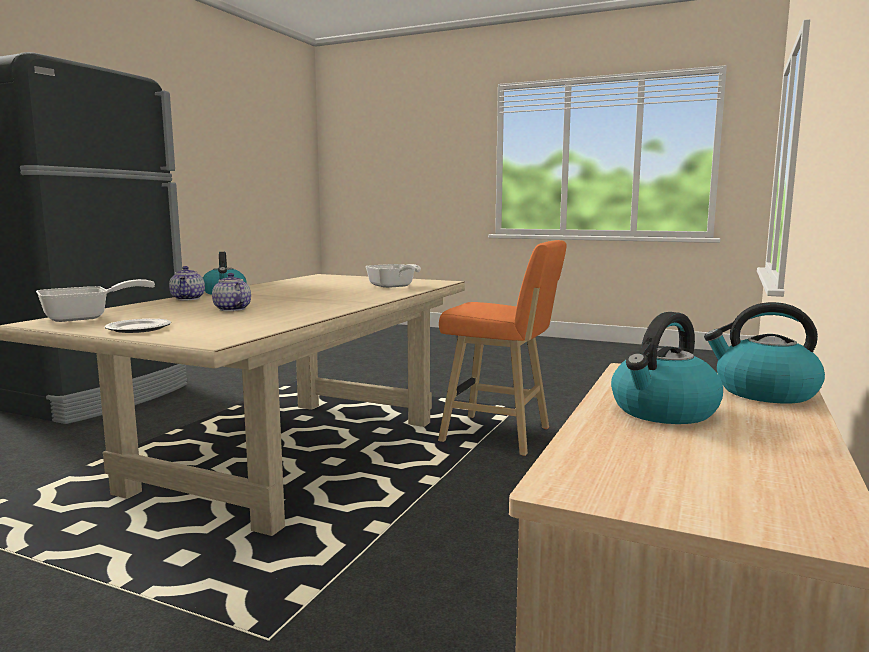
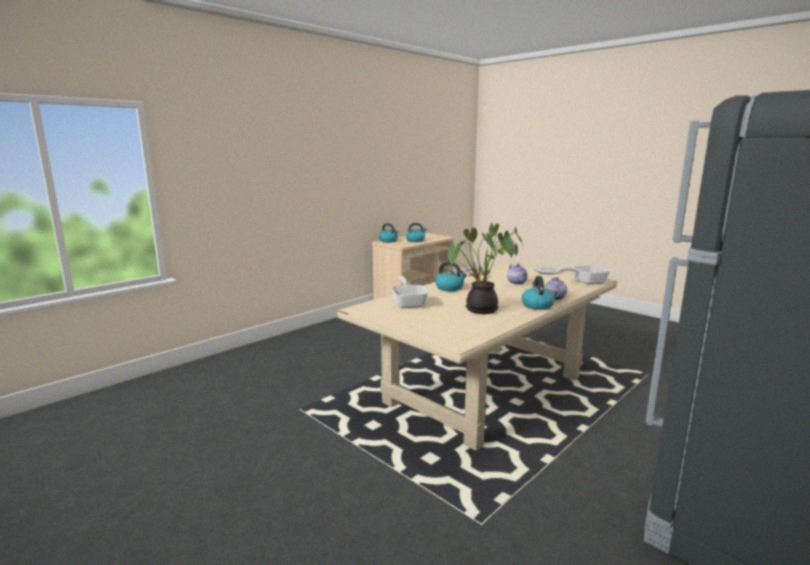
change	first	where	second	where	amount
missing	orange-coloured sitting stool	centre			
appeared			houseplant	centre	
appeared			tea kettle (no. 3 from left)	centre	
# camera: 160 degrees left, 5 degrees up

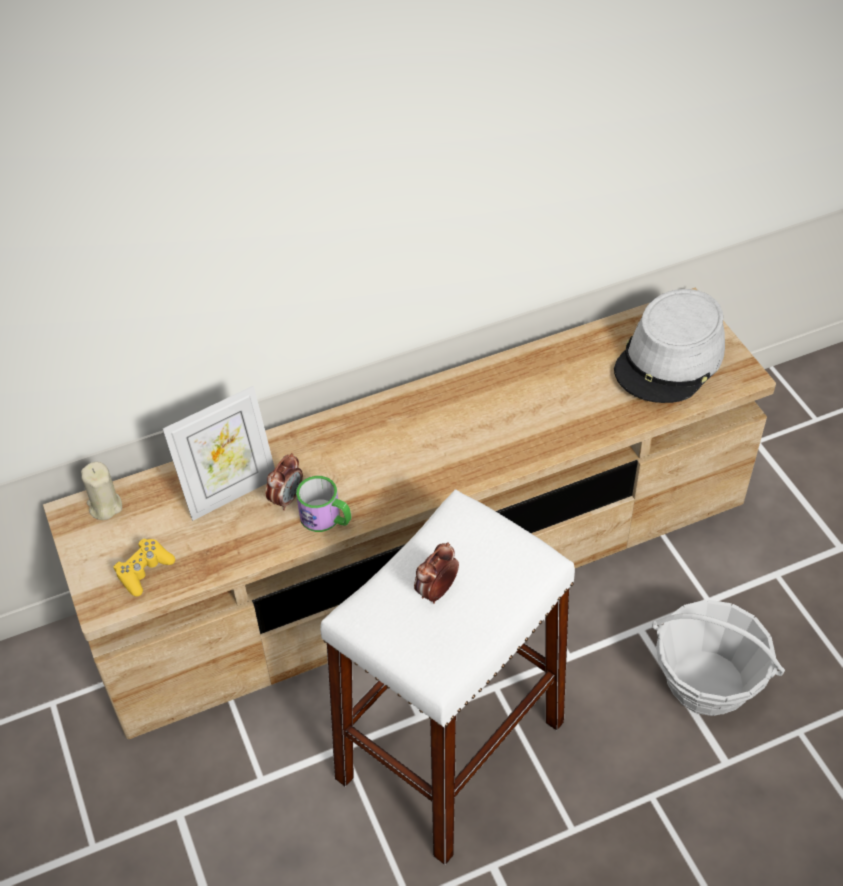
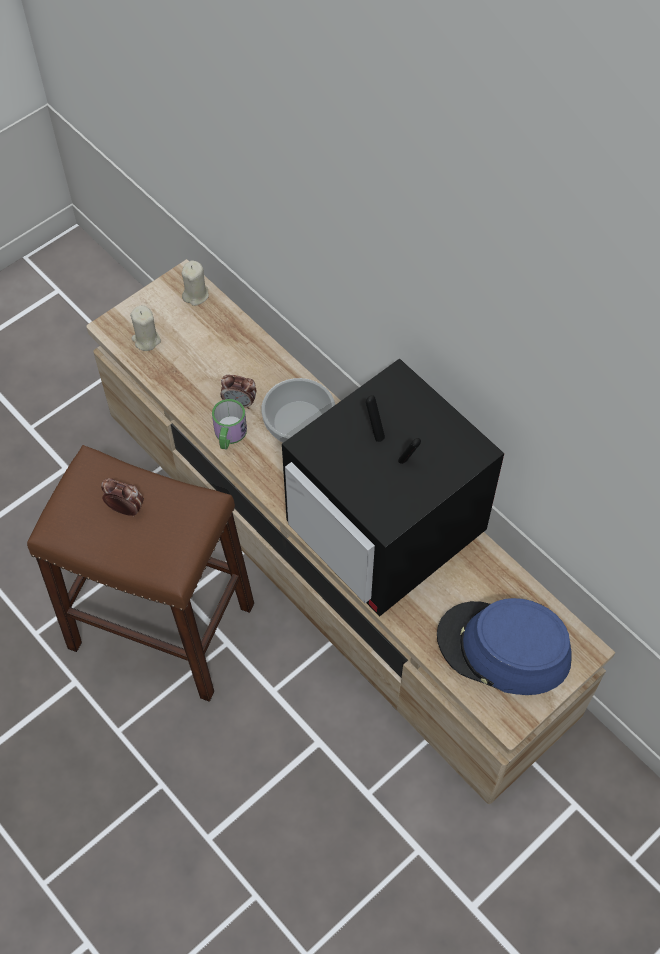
change	first	where	second	where	amount
colour	greyish hat	middle right	blue-coloured hat	bottom right	
missing	standing frame	middle left			
colour	whitish sitting stool	bottom centre	brownish sitting stool	middle left	
exchanged	yellow-coloured joypad	middle left	beige-coloured candle (no. 1 from left)	middle left	
missing	storage basket	bottom right			
appeared			TV set	centre	
appeared			deep dish	centre	
# camera: 70 degrees right, 10 degrees up

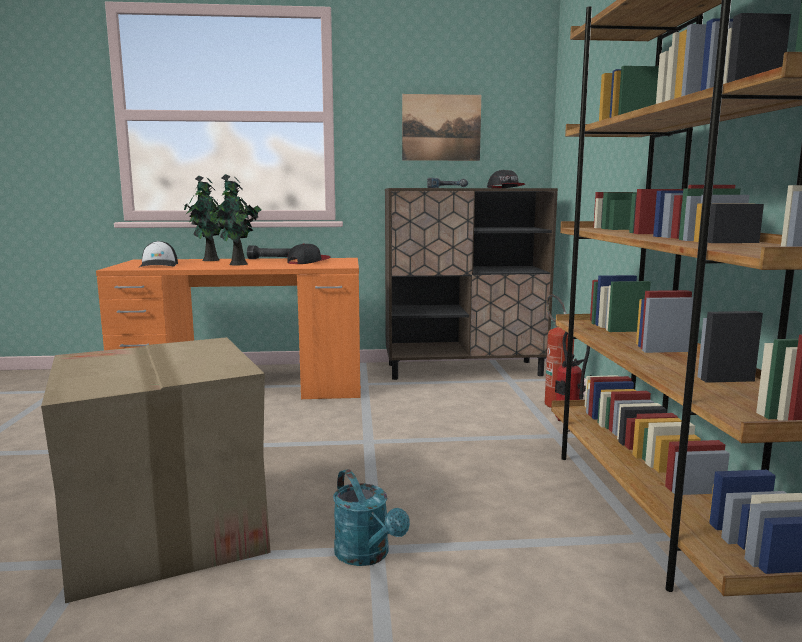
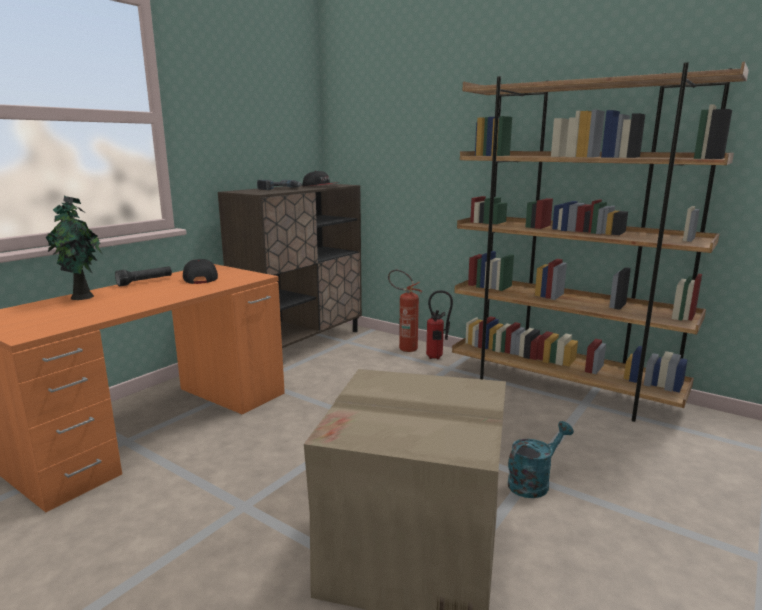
change	first	where	second	where	amount
missing	wall picture	top centre			
missing	houseplant (no. 2 from left)	middle left			
missing	baseball cap (no. 1 from left)	middle left			
spun	blue-green watering pot	bottom centre		bottom right	45 degrees counterclockwise
# camera: 50 degrees left, 5 degrees up

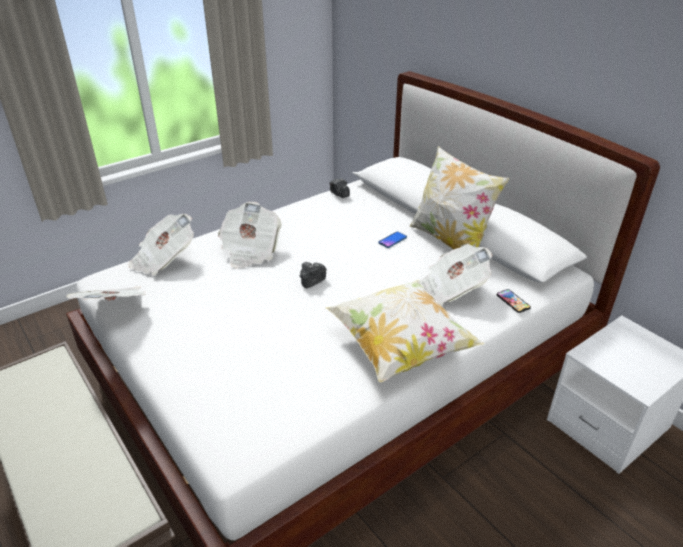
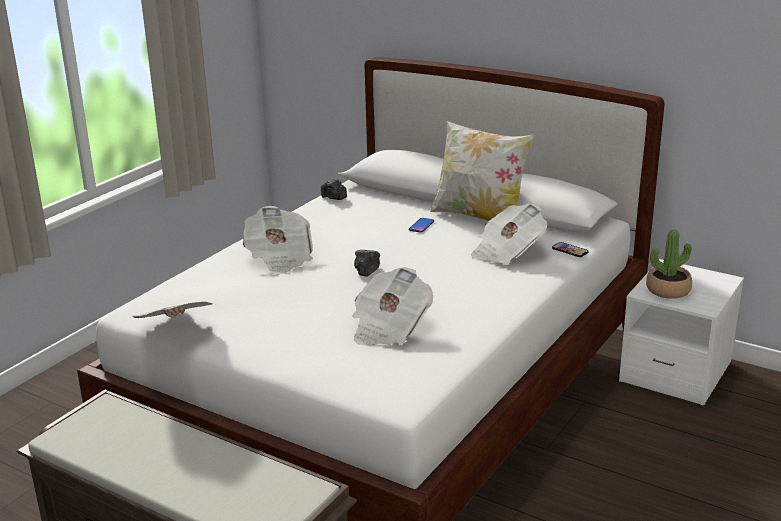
change	first	where	second	where	amount
relocated	printed paper (no. 2 from left in the first image)	middle left	printed paper (no. 3 from left)	centre	
missing	pillow (no. 1 from left)	centre			
appeared			houseplant	middle right	
# camera: 20 degrees left, 10 degrees down

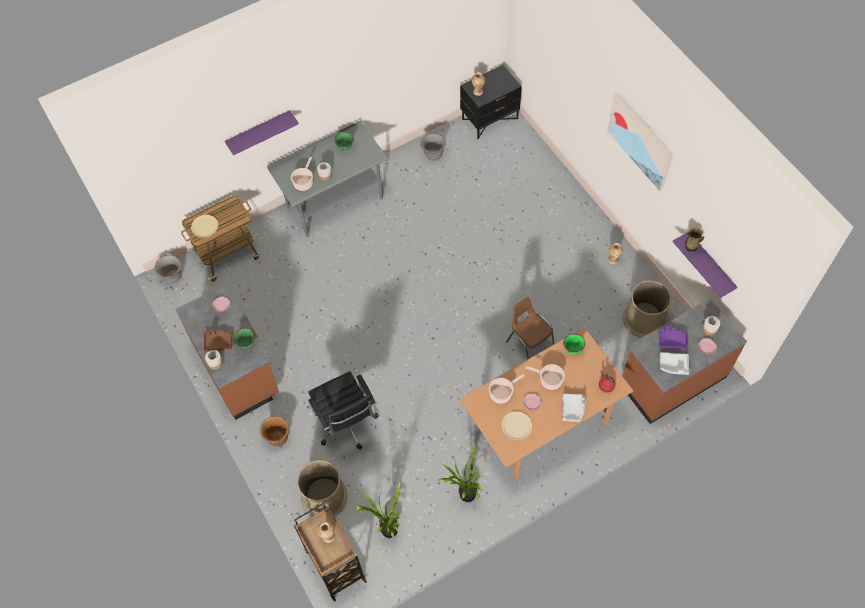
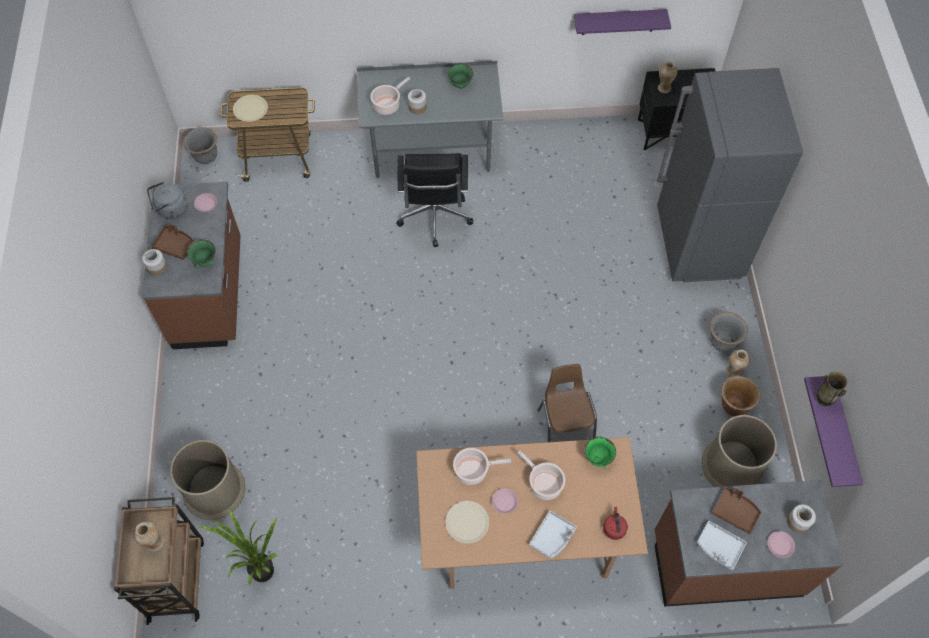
change	first	where	second	where	amount
missing	wall picture	top right			
relocated	purple shelf (no. 1 from left)	top left		top right	
relocated	greyish flower pot (no. 2 from left)	top centre		middle right	
colour	purple serving tray	middle right	brownish serving tray (no. 2 from left)	bottom right	
relocated	black office chair	bottom centre		top centre	
relocated	brownish flower pot	bottom left		middle right	
missing	houseplant (no. 2 from left)	bottom centre			
appeared			greyish fridge	top right	
appeared			greyish tea kettle	top left	
# camera: 25 degrees right, 0 degrees up

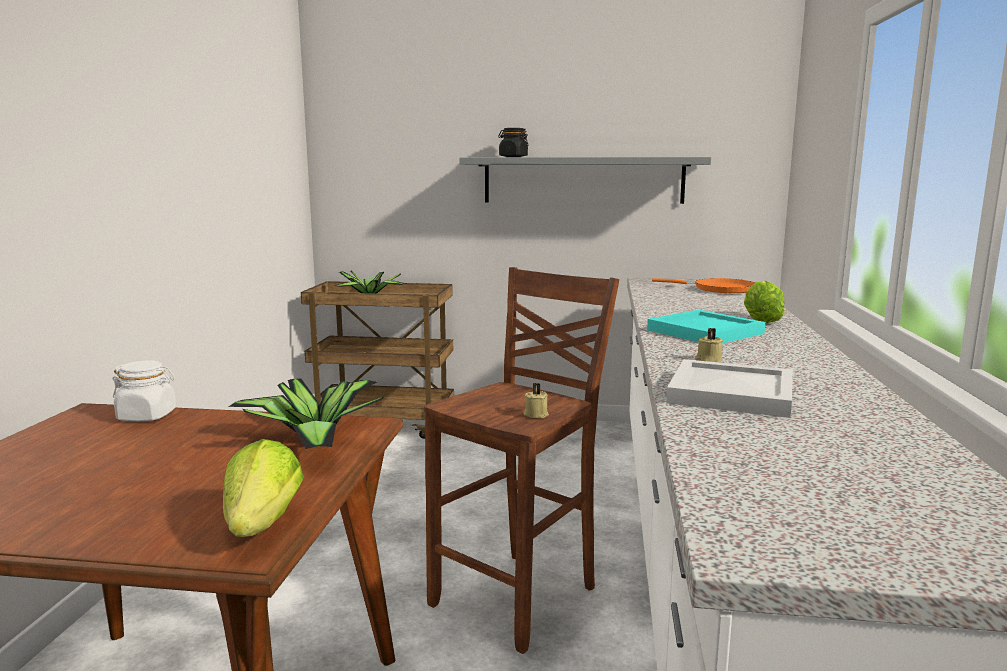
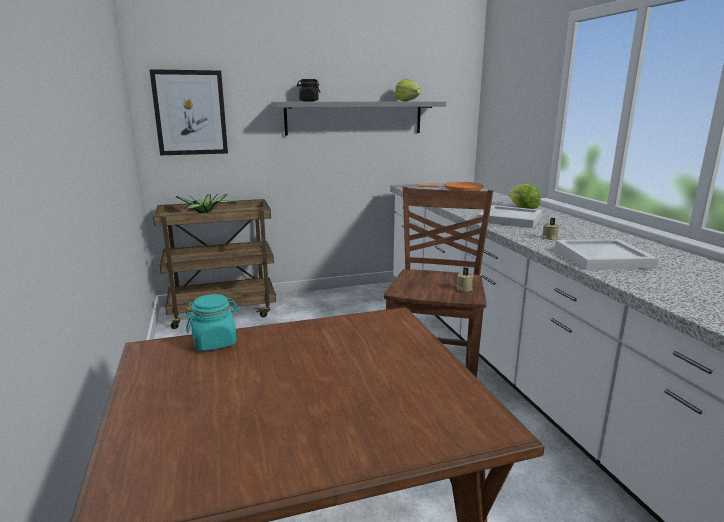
change	first	where	second	where	amount
colour	blue-green serving tray	middle right	whitish serving tray (no. 1 from left)	middle right	
colour	whitish storage jar	middle left	blue-green storage jar	middle left	
missing	houseplant (no. 1 from left)	middle left			
relocated	lettuce head (no. 1 from left)	bottom left		top centre	
appeared			wall picture	top left	
# camera: 25 degrees left, 5 degrees up

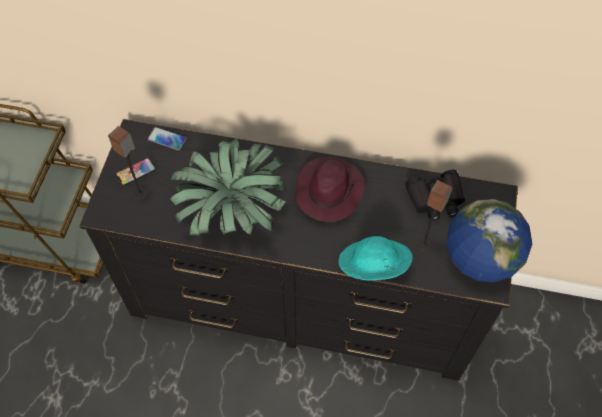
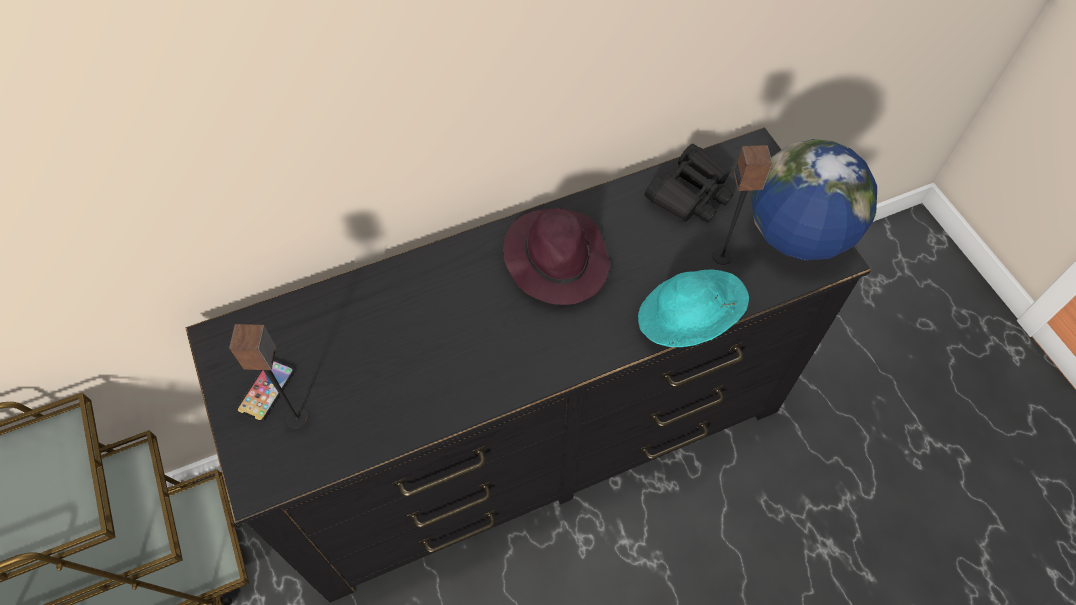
change	first	where	second	where	amount
missing	telephone (no. 2 from left)	top left			
missing	houseplant	centre			
# camera: 35 degrees left, 0 degrees up

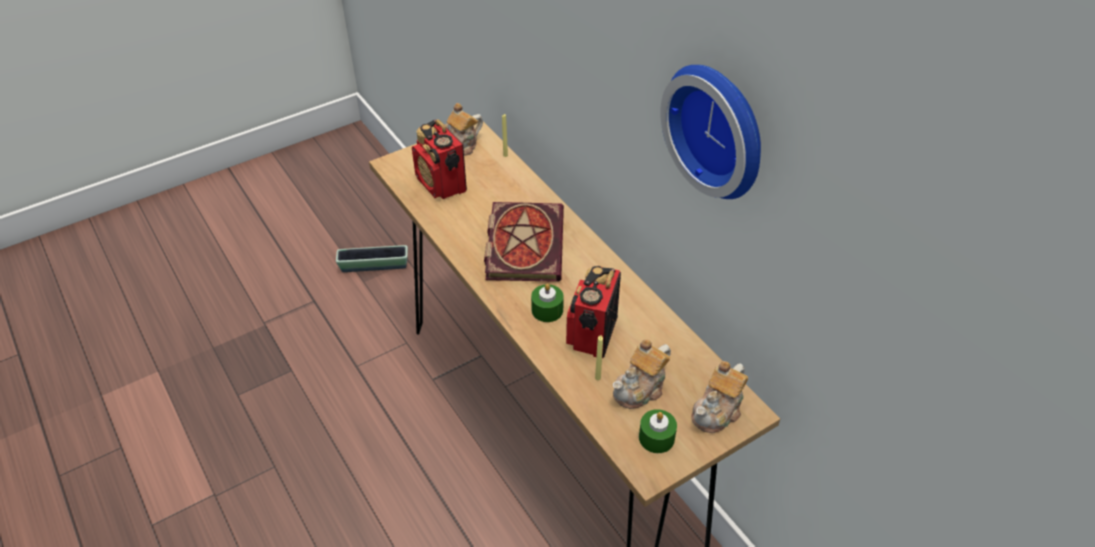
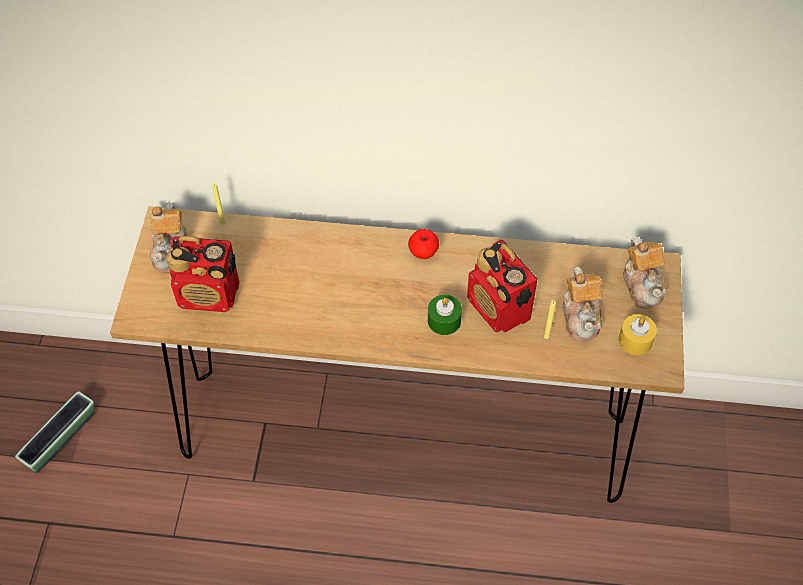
change	first	where	second	where	amount
missing	clock on the wall	top centre			
missing	volume	centre			
colour	greenish candle (no. 2 from left)	bottom centre	yellow-coloured candle (no. 3 from left)	middle right	
appeared			apple fruit	centre	
# camera: 50 degrees left, 10 degrees up

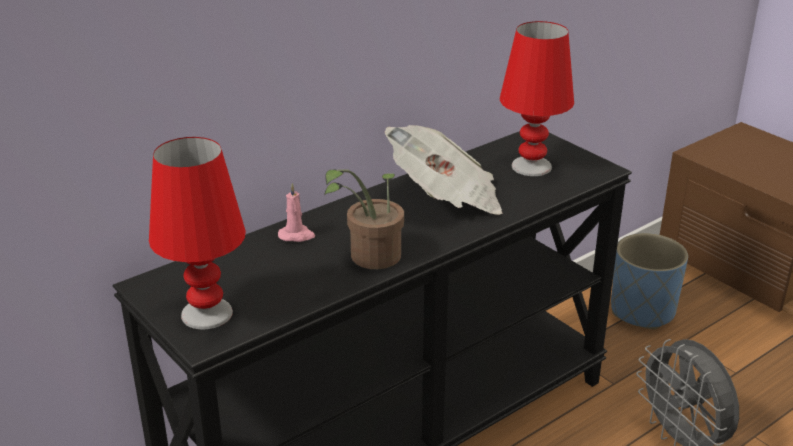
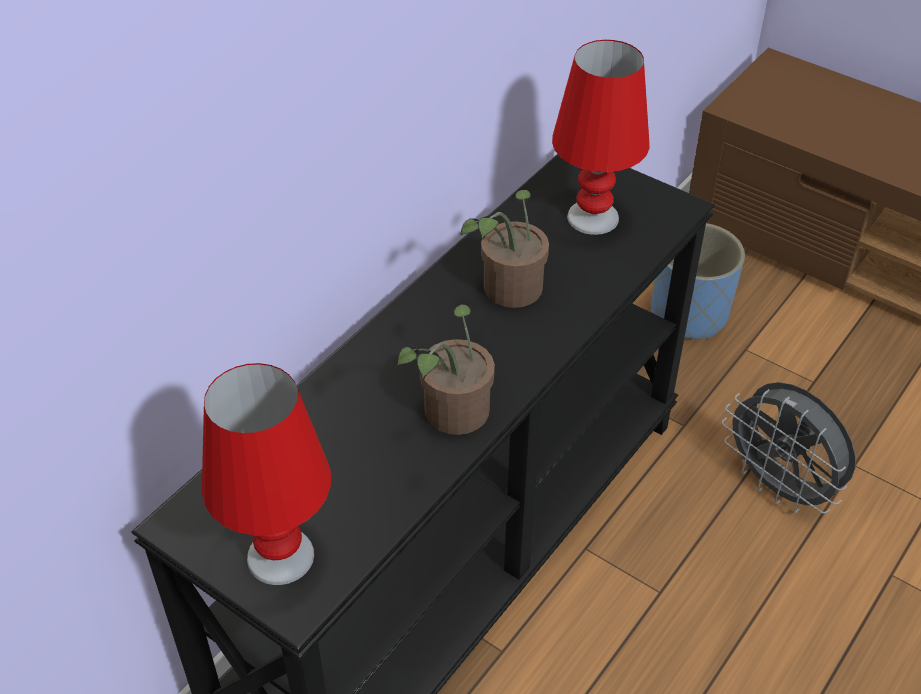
change	first	where	second	where	amount
exchanged	printed paper	centre	houseplant (no. 2 from left)	centre	
missing	pinkish candle	centre			
# camera: 15 degrees left, 15 degrees up

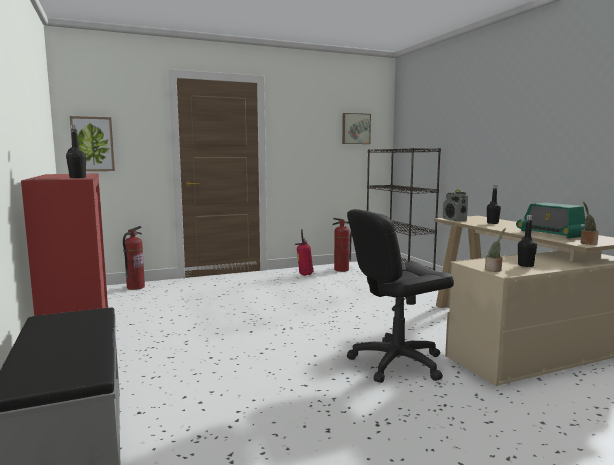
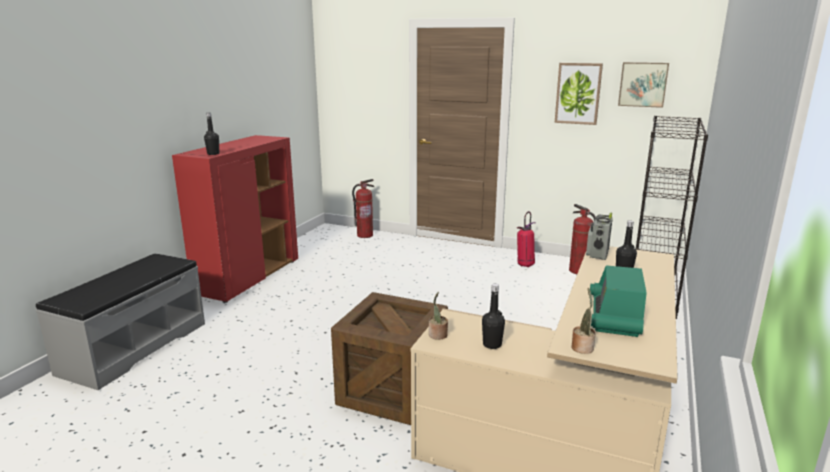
change	first	where	second	where	amount
relocated	wall picture (no. 1 from left)	top left		top right	
exchanged	black office chair	centre	shipping crate	bottom centre	
# camera: 45 degrees right, 10 degrees up

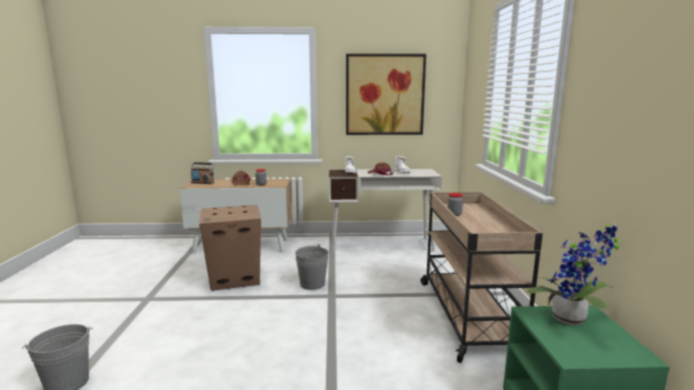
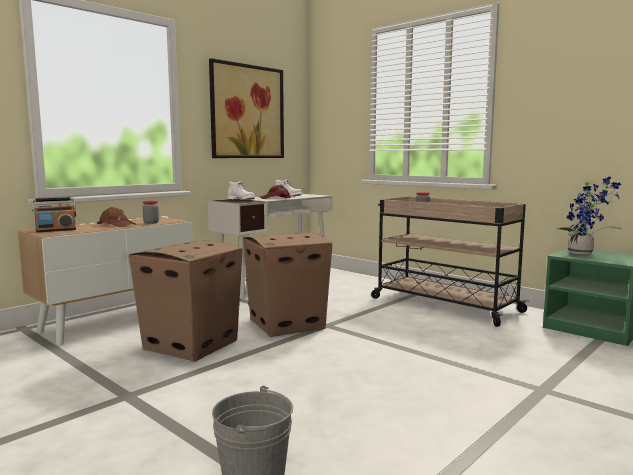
change	first	where	second	where	amount
exchanged	greyish water bucket (no. 2 from left)	bottom centre	carton (no. 2 from left)	centre	
# camera: 45 degrees left, 5 degrees down

